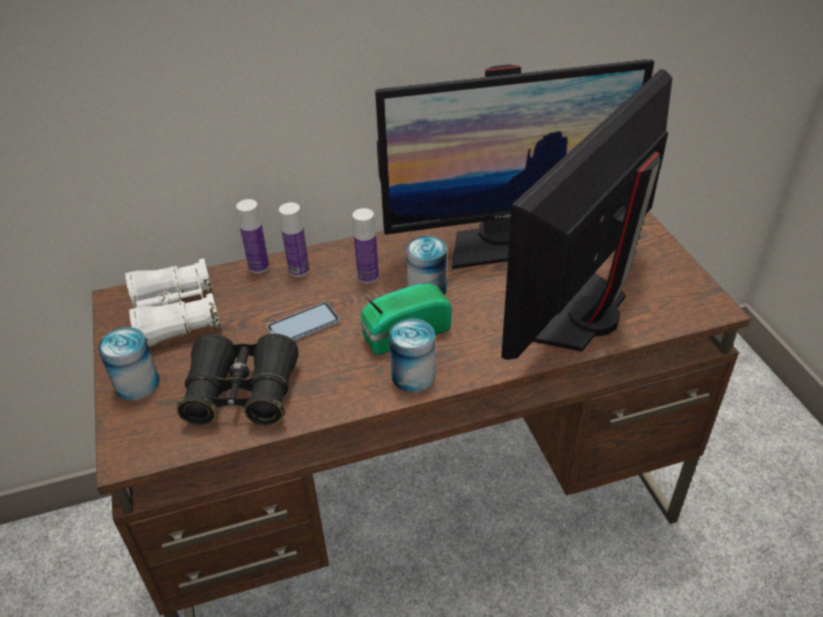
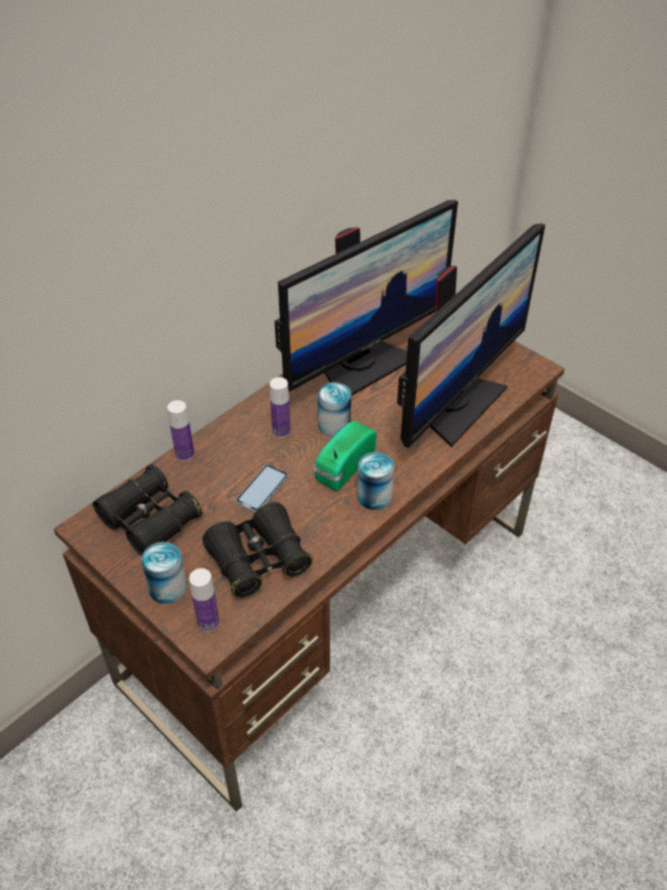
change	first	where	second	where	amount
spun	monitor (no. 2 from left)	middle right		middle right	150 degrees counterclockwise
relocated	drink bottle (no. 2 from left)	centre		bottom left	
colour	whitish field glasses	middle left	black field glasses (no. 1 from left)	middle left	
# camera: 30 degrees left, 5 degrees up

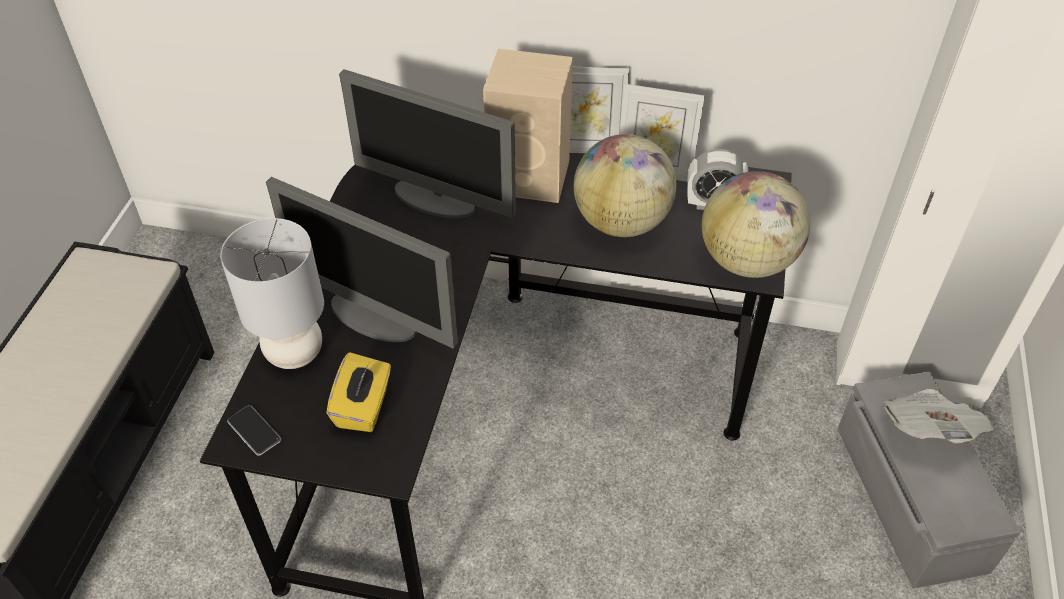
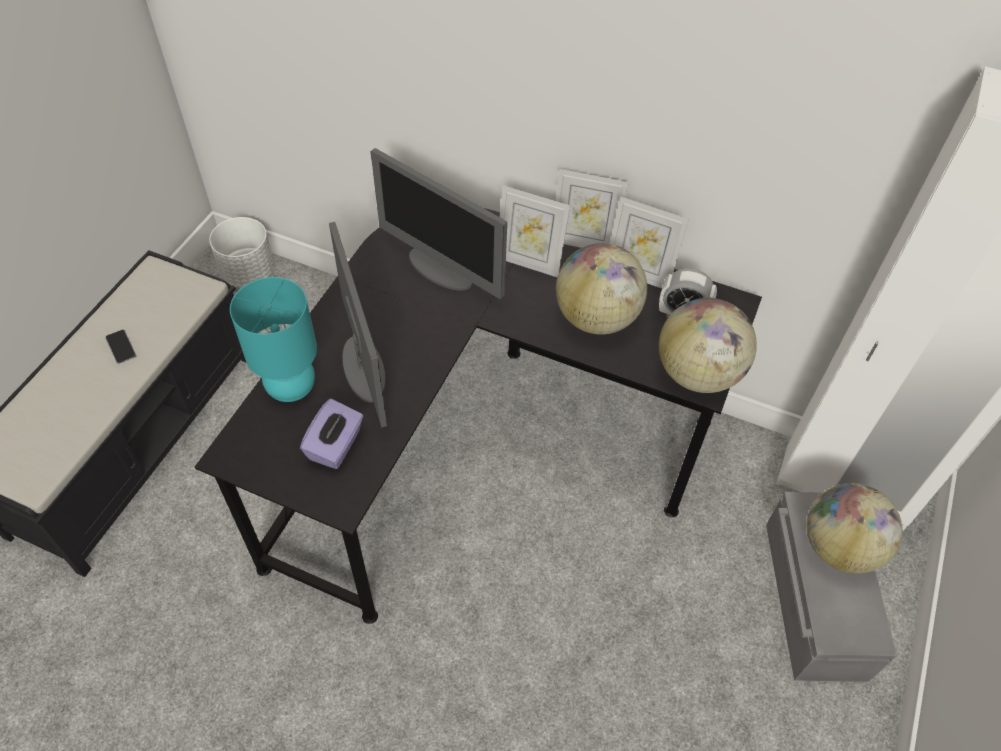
change	first	where	second	where	amount
exchanged	beige-coloured speaker	top centre	standing frame (no. 1 from left)	top centre	
spun	monitor (no. 1 from left)	centre		centre	150 degrees counterclockwise
colour	greyish lamp for a table	middle left	blue-green lamp for a table	middle left	
colour	yellow-coloured box of tissues	centre	purple box of tissues	middle left	
exchanged	printed paper	bottom right	world globe (no. 3 from left)	bottom right	
relocated	telephone	bottom left		middle left	
appeared			whitish flower pot	middle left	
# camera: 10 degrees right, 5 degrees up

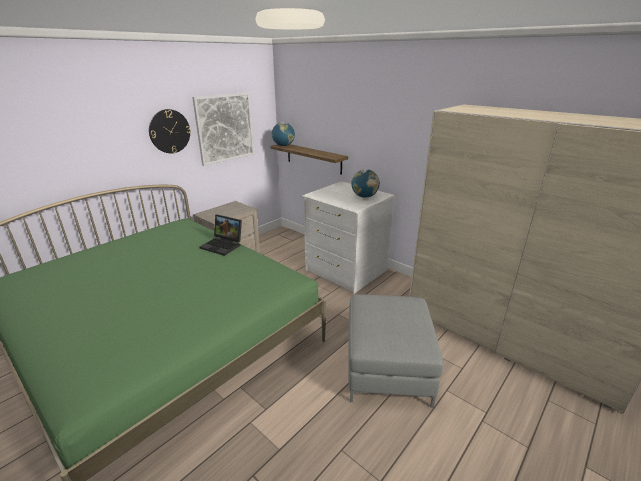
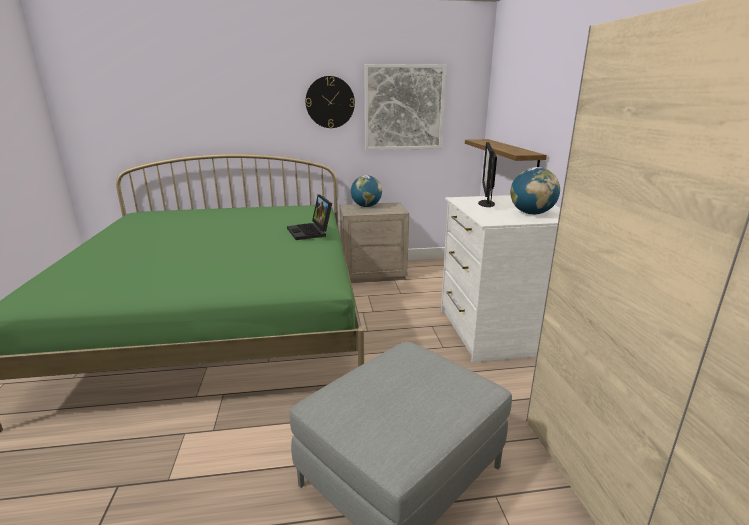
change	first	where	second	where	amount
relocated	world globe (no. 1 from left)	top centre		centre	
appeared			monitor	centre	
# camera: 40 degrees right, 5 degrees down

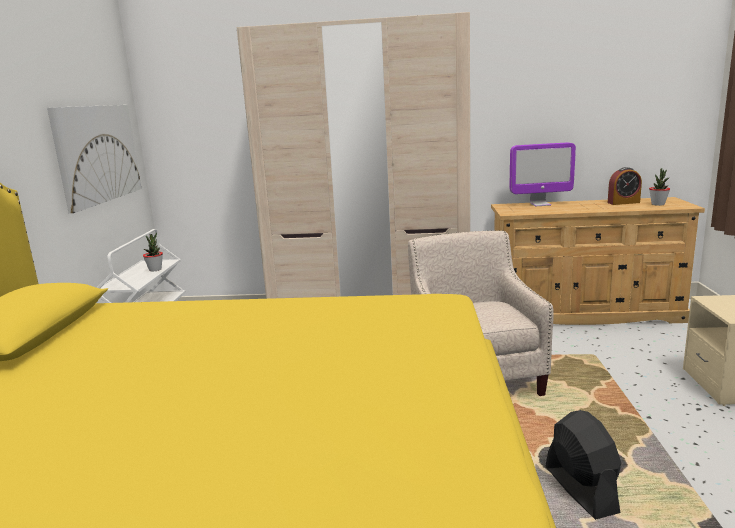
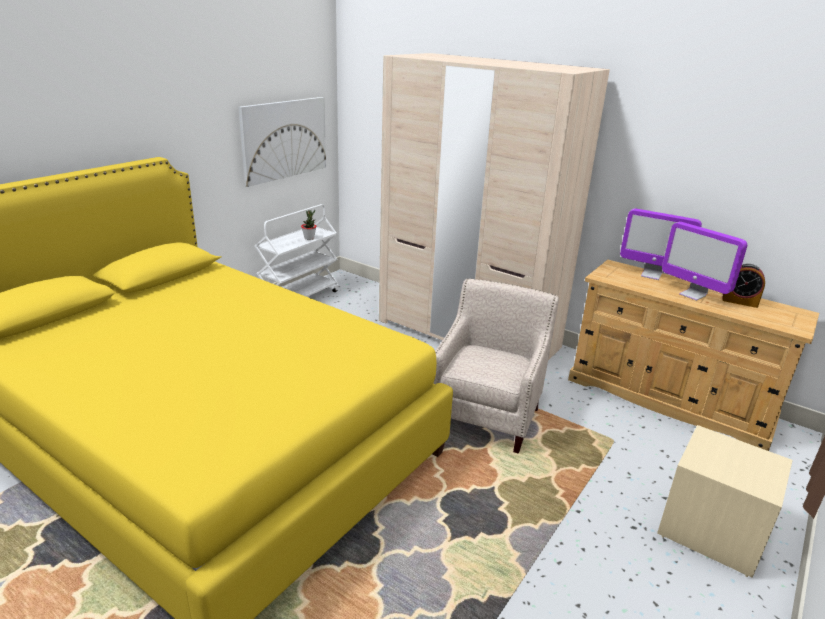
change	first	where	second	where	amount
missing	houseplant (no. 2 from left)	middle right			
missing	black fan	bottom right			
appeared			monitor (no. 2 from left)	middle right	
# camera: 30 degrees right, 10 degrees up

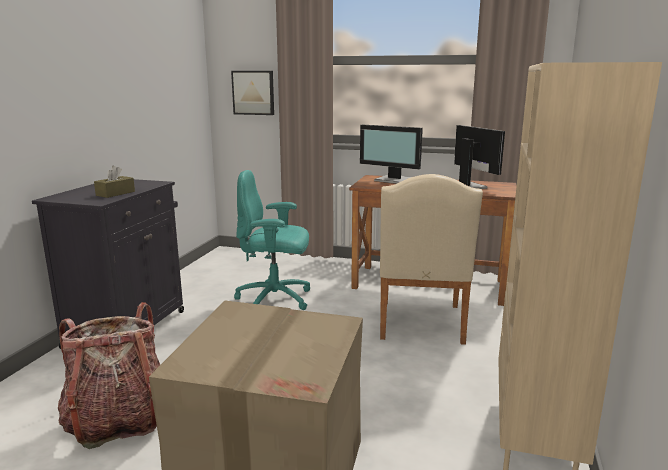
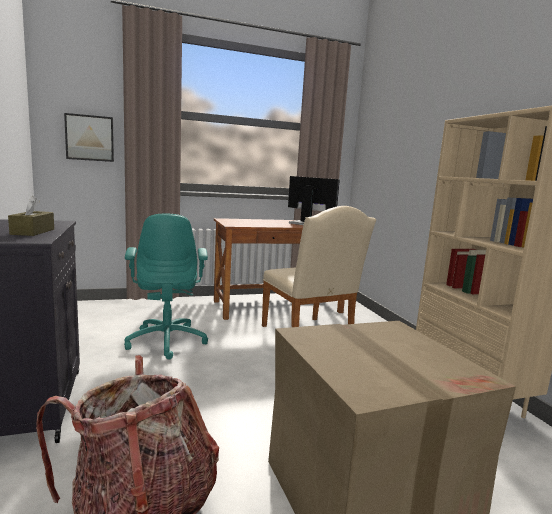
change	first	where	second	where	amount
missing	monitor (no. 1 from left)	top centre			
spun	blue-green office chair	centre		middle left	75 degrees counterclockwise
# camera: 35 degrees left, 5 degrees down

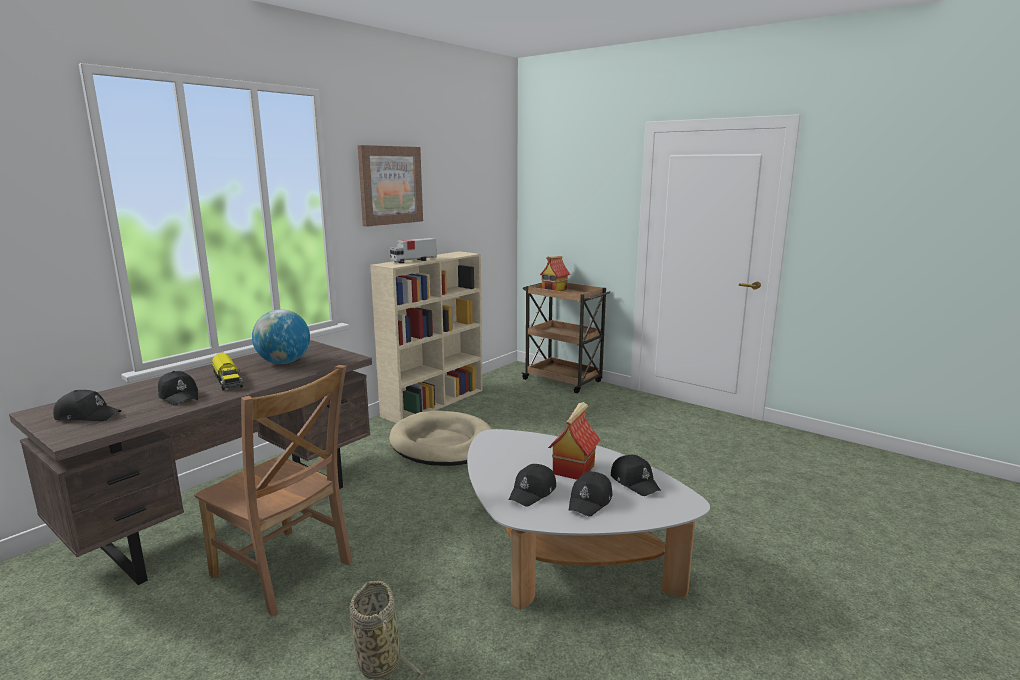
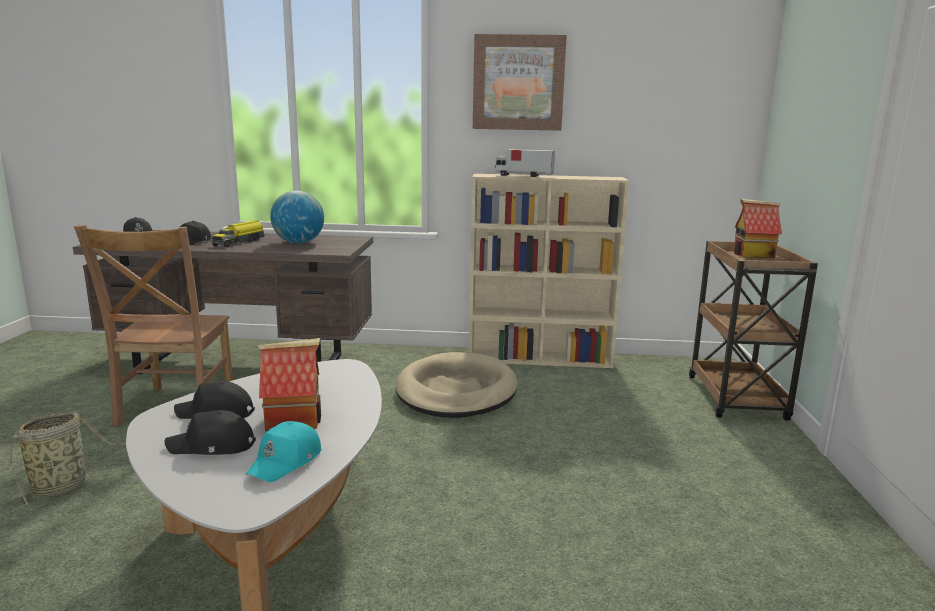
change	first	where	second	where	amount
colour	black baseball cap (no. 5 from left)	bottom centre	blue-green baseball cap	bottom left	
# camera: 55 degrees right, 0 degrees up

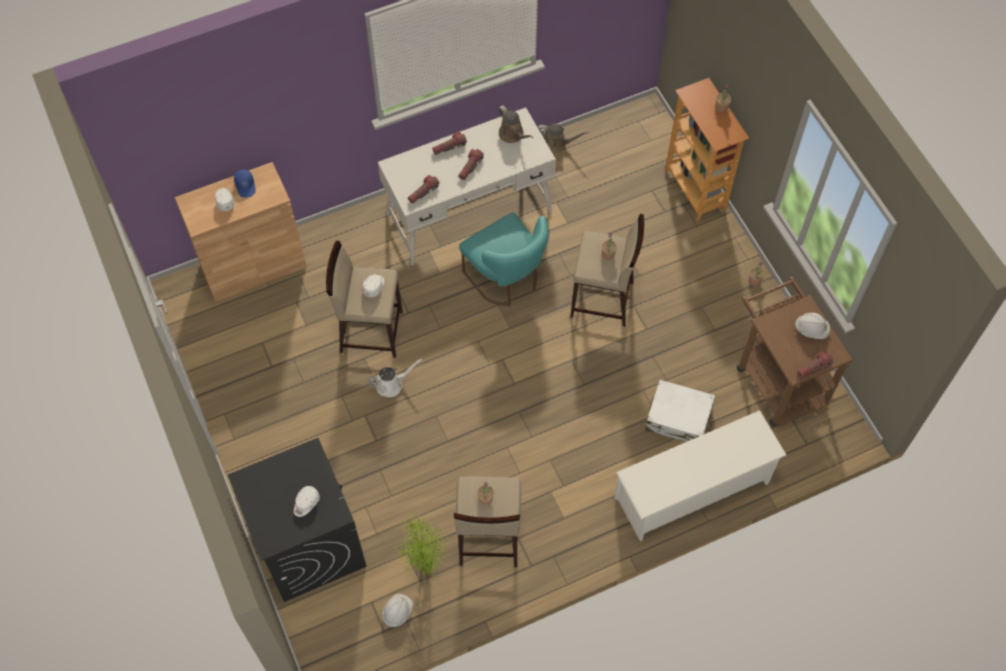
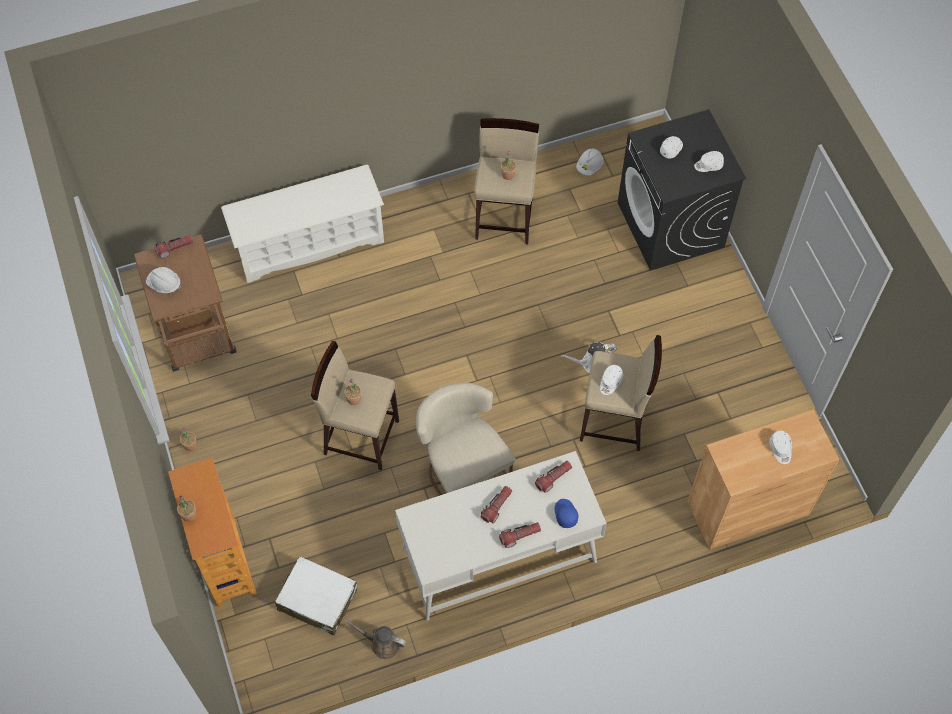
change	first	where	second	where	amount
missing	brownish watering pot (no. 1 from left)	top centre			
relocated	blue-coloured baseball cap	top left		bottom centre	
colour	blue-green chair	centre	beige-coloured chair	centre	
relocated	whitish piece of luggage	middle right		bottom left	
missing	houseplant (no. 1 from left)	bottom centre			
appeared			whitish baseball cap (no. 3 from left)	top right	
# camera: 175 degrees left, 0 degrees up

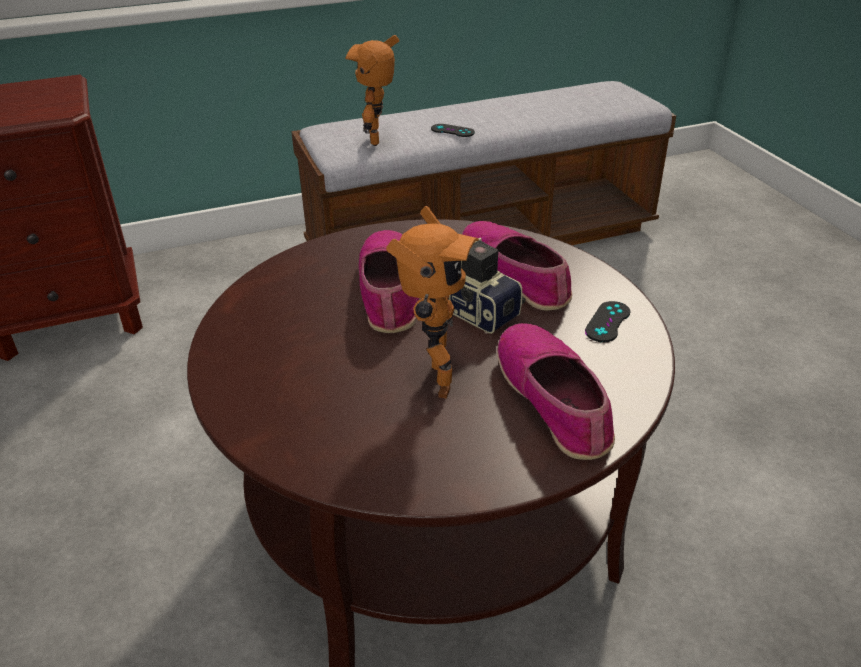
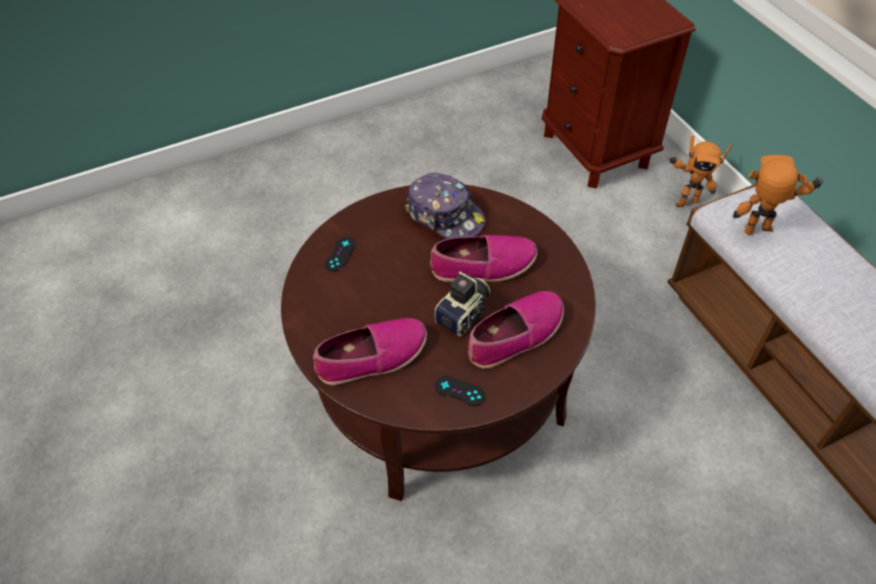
change	first	where	second	where	amount
relocated	black joypad (no. 1 from left)	top centre		centre	
relocated	toy robot (no. 2 from left in the first image)	centre	toy robot (no. 1 from left)	top right	
appeared			baseball cap	centre	
# camera: 85 degrees right, 15 degrees up

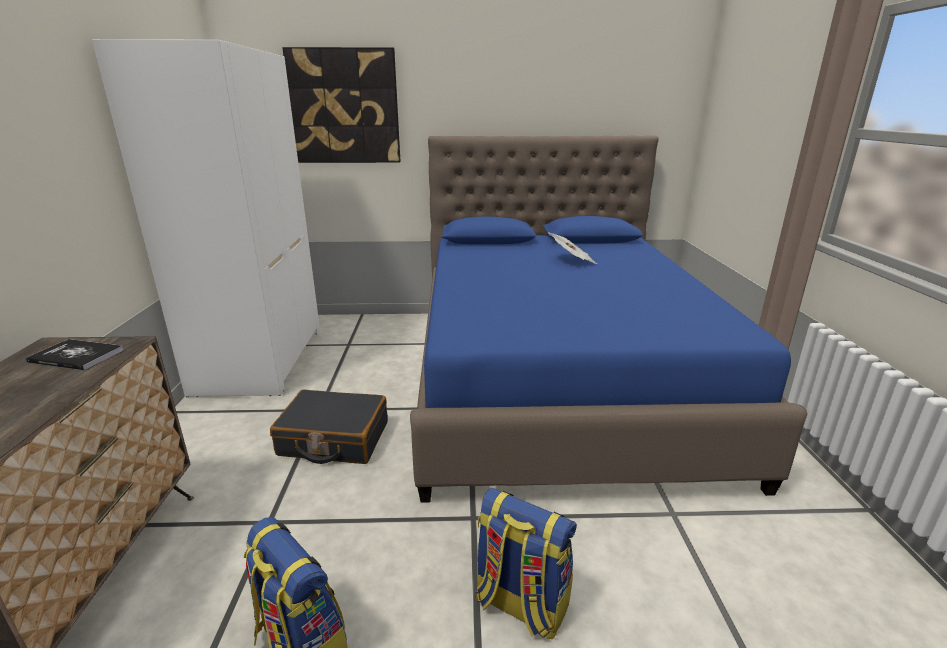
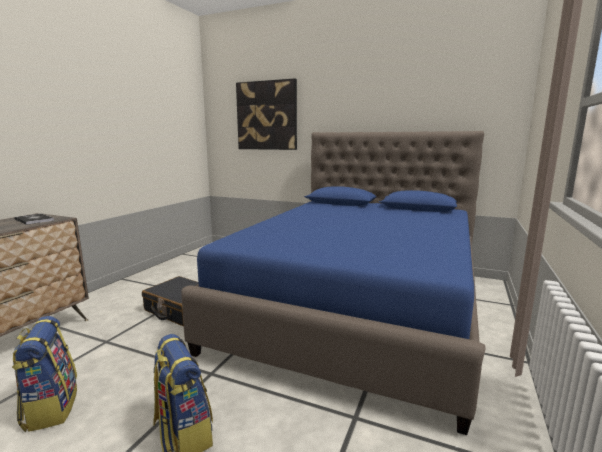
change	first	where	second	where	amount
missing	whitish wardrobe	middle left			
missing	printed paper	centre			
# camera: 25 degrees right, 10 degrees down

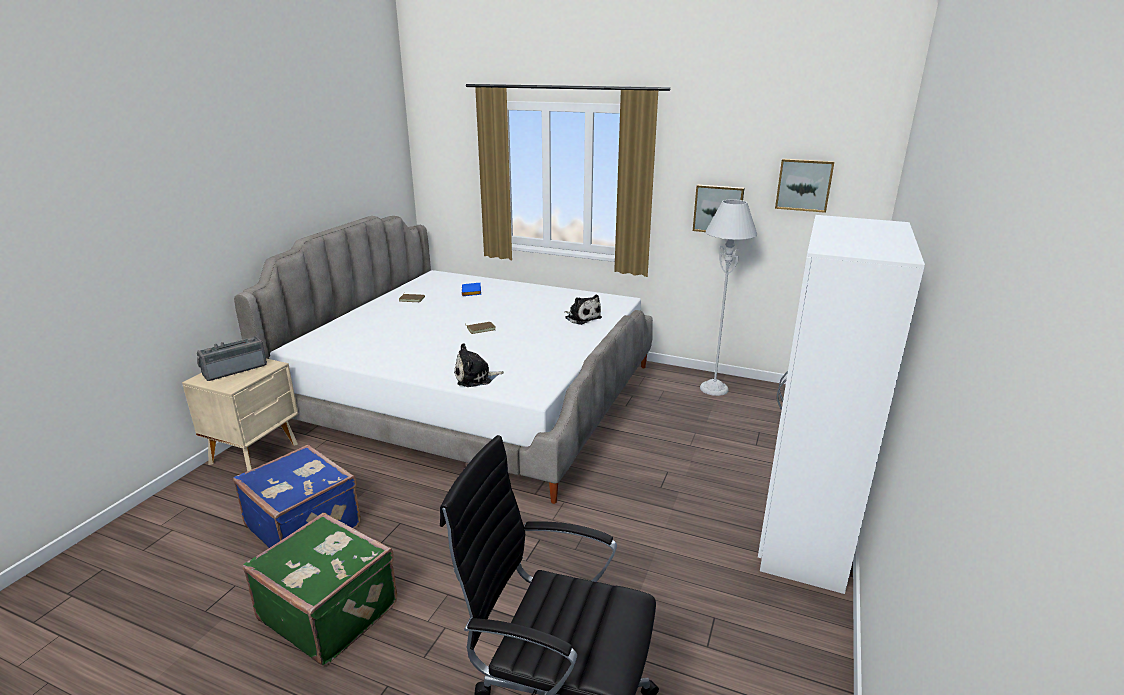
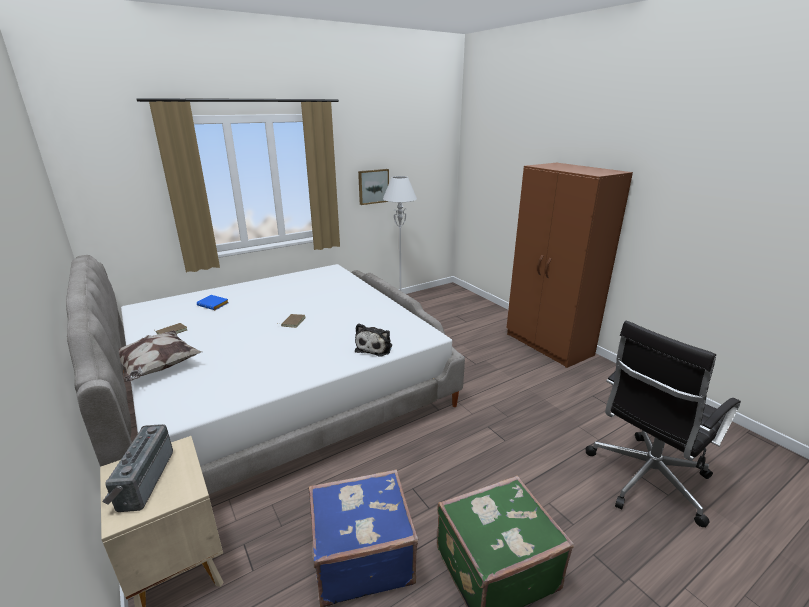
change	first	where	second	where	amount
missing	wall picture (no. 2 from left)	top right			
colour	whitish wardrobe	middle right	brownish wardrobe	middle right	
missing	cuddly toy (no. 2 from left)	centre			
appeared			pillow	middle left	
# camera: 55 degrees left, 0 degrees up

